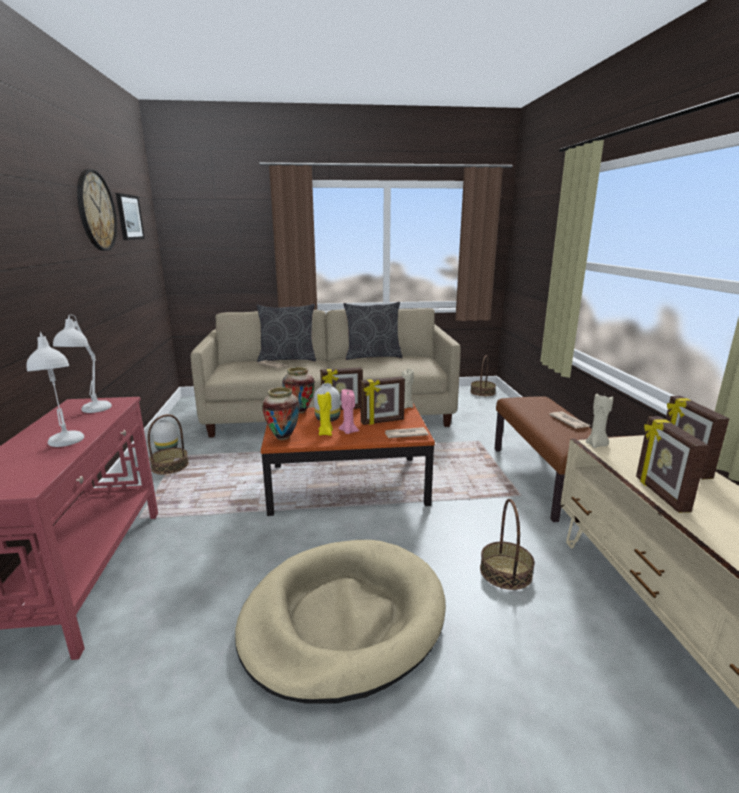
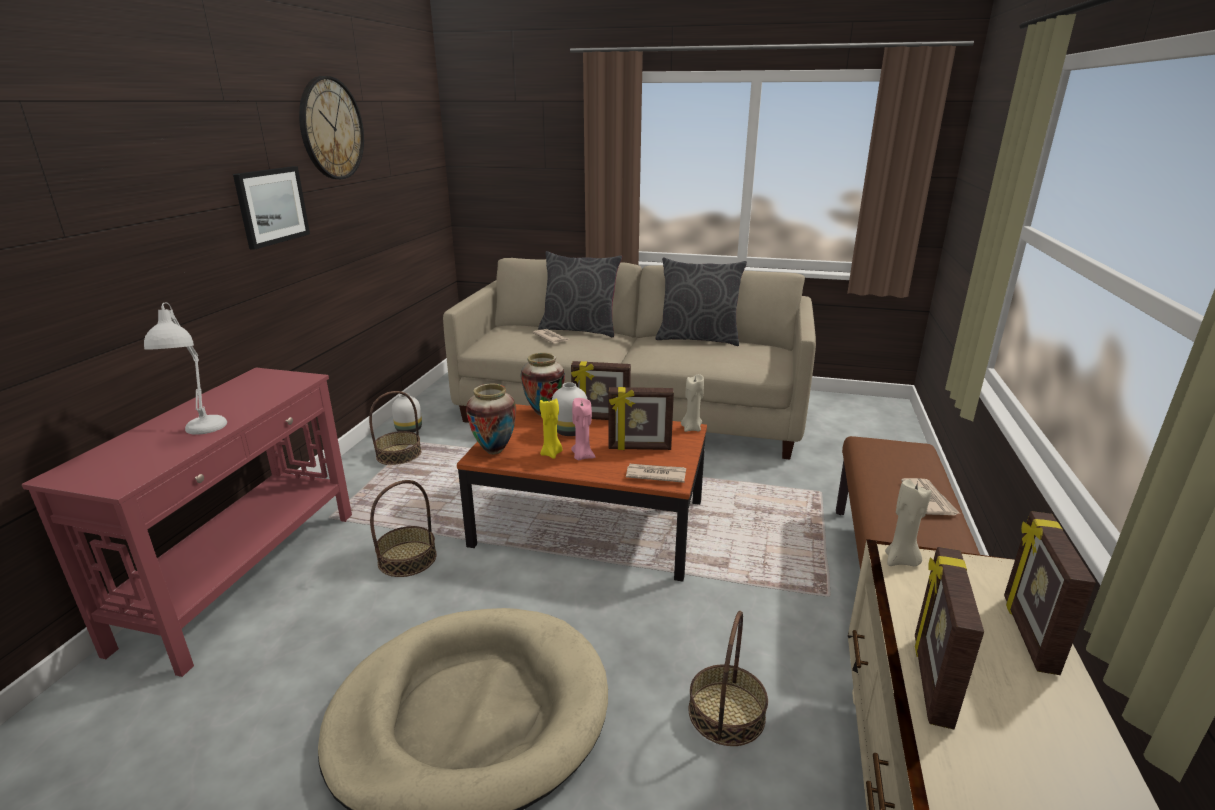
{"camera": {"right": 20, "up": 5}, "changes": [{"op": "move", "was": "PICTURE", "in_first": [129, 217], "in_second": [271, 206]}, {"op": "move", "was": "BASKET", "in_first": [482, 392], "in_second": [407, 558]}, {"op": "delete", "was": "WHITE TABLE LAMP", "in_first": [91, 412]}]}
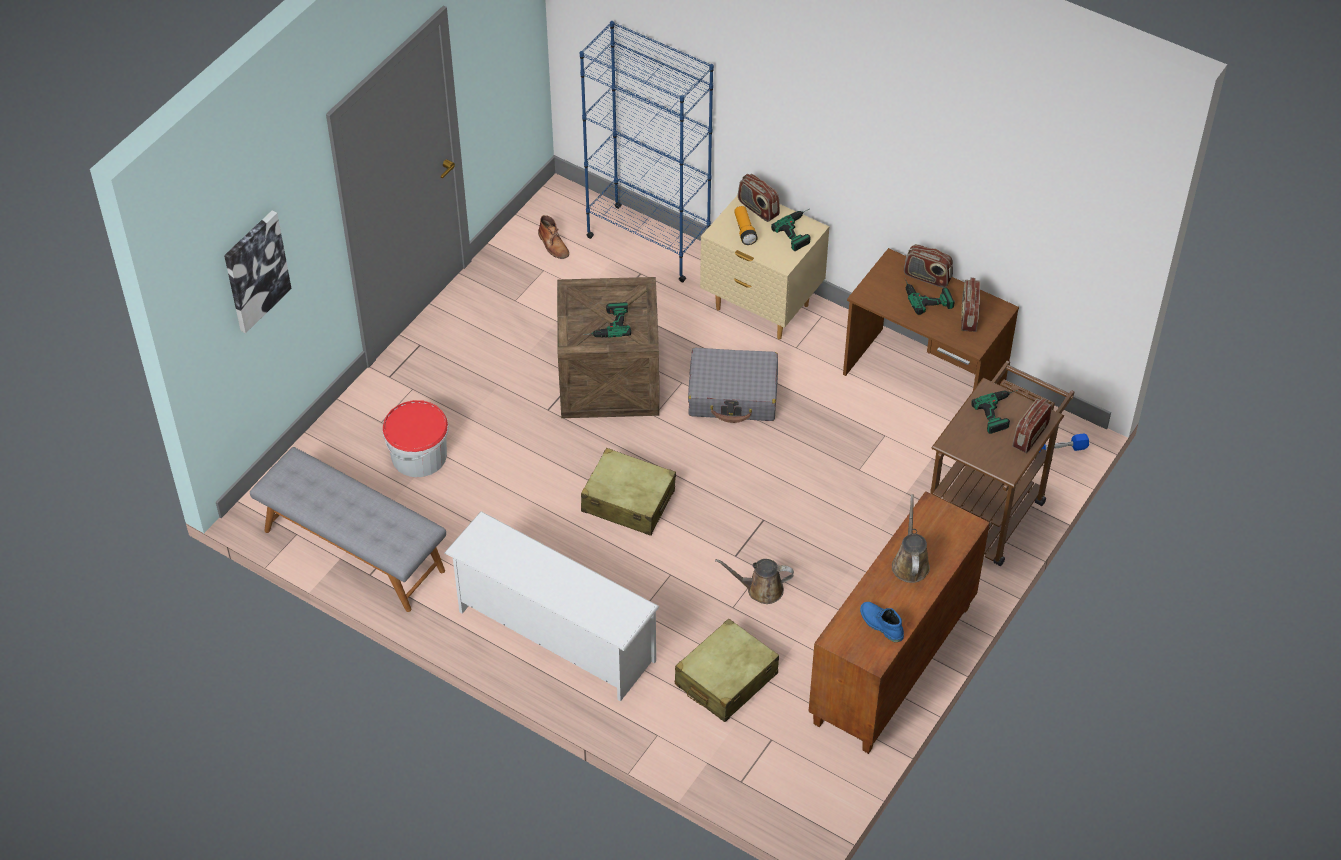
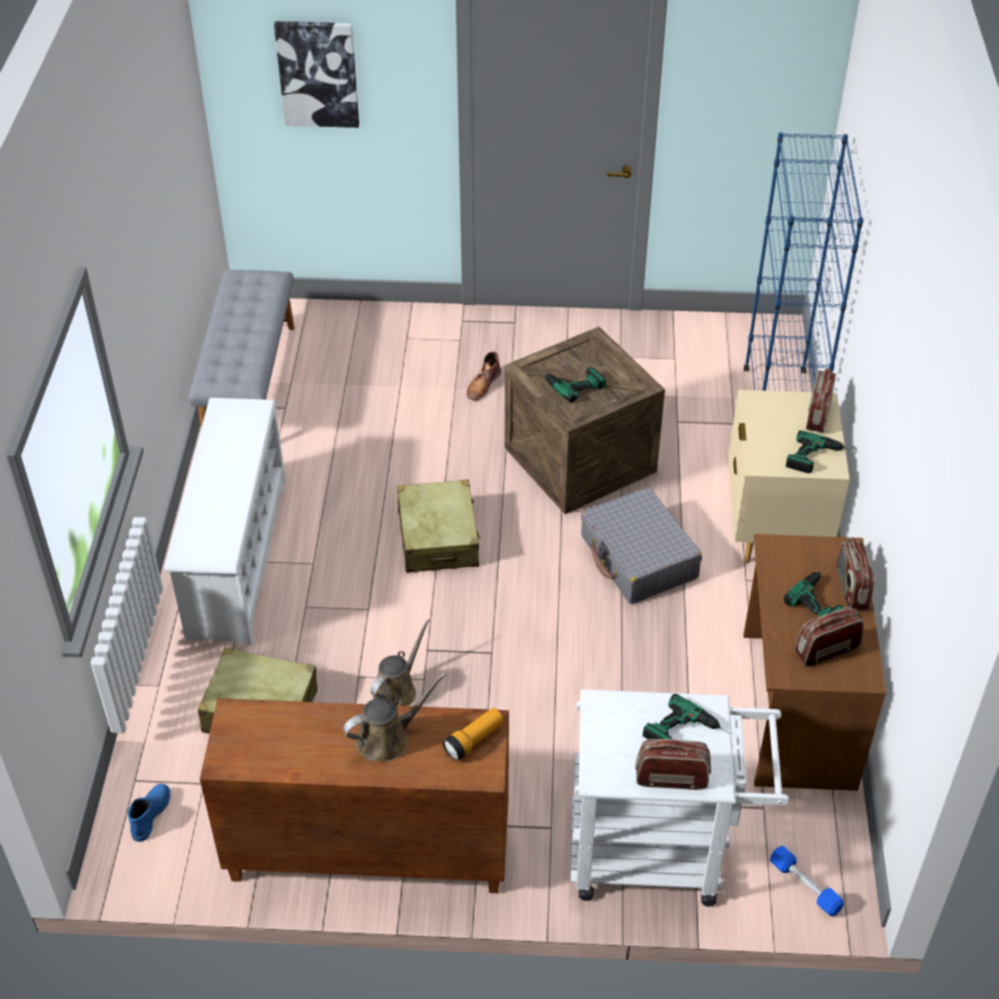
{"camera": {"right": 60, "up": -5}, "changes": [{"op": "move", "was": "BLUE BOOT", "in_first": [880, 625], "in_second": [150, 814]}, {"op": "rotate", "was": "BROWN WATERING CAN", "in_first": [761, 589], "in_second": [397, 690], "clockwise": 60}, {"op": "move", "was": "FLASHLIGHT", "in_first": [744, 230], "in_second": [474, 740]}, {"op": "move", "was": "BROWN BOOT", "in_first": [553, 244], "in_second": [483, 385]}, {"op": "recolor", "was": "BROWN CART", "now": "WHITE CART", "in_first": [990, 508], "in_second": [661, 852]}, {"op": "delete", "was": "BUCKET", "in_first": [419, 455]}]}
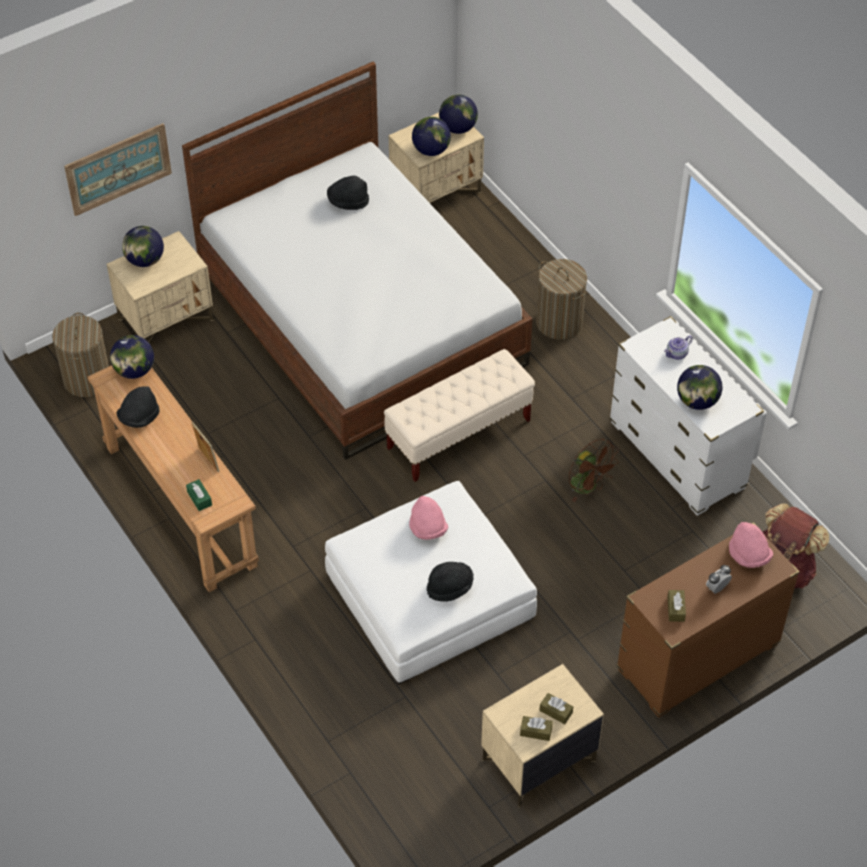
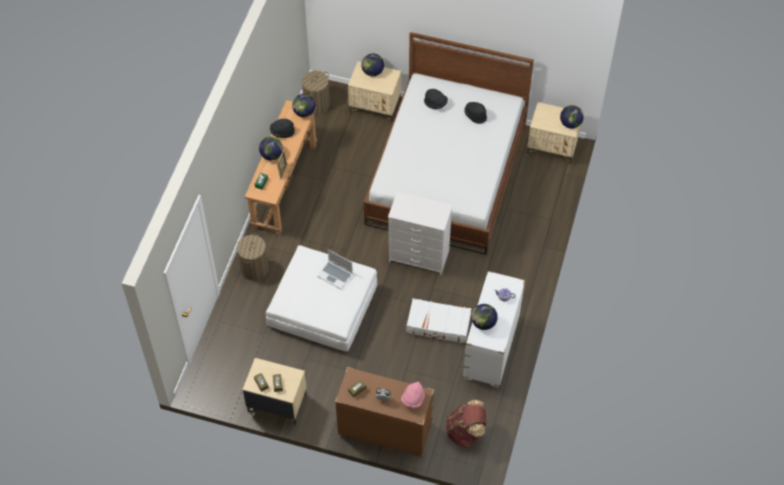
{"camera": {"right": 50, "up": 5}, "changes": [{"op": "move", "was": "LAUNDRY BASKET", "in_first": [559, 322], "in_second": [254, 269]}, {"op": "move", "was": "GLOBE", "in_first": [431, 150], "in_second": [271, 155]}, {"op": "replace", "was": "PINK HAT", "now": "LAPTOP", "in_first": [428, 528], "in_second": [335, 275]}, {"op": "replace", "was": "BEIGE BENCH", "now": "WHITE DRESSER", "in_first": [459, 434], "in_second": [419, 256]}, {"op": "replace", "was": "BROWN FAN", "now": "WHITE SUITCASE", "in_first": [588, 487], "in_second": [438, 325]}, {"op": "move", "was": "BLACK HAT", "in_first": [450, 587], "in_second": [435, 103]}, {"op": "delete", "was": "PICTURE", "in_first": [118, 168]}]}
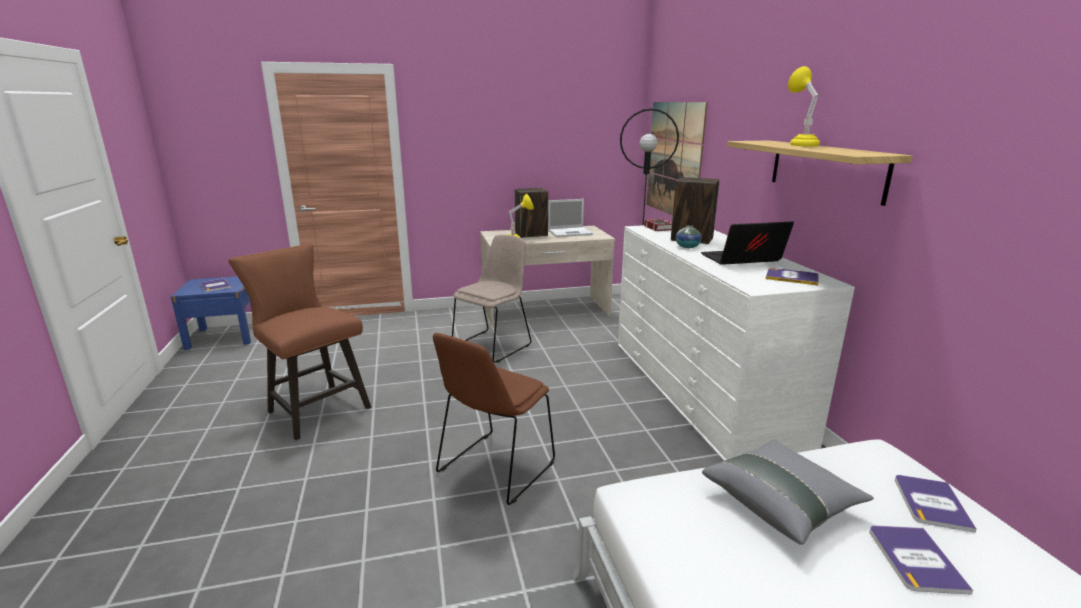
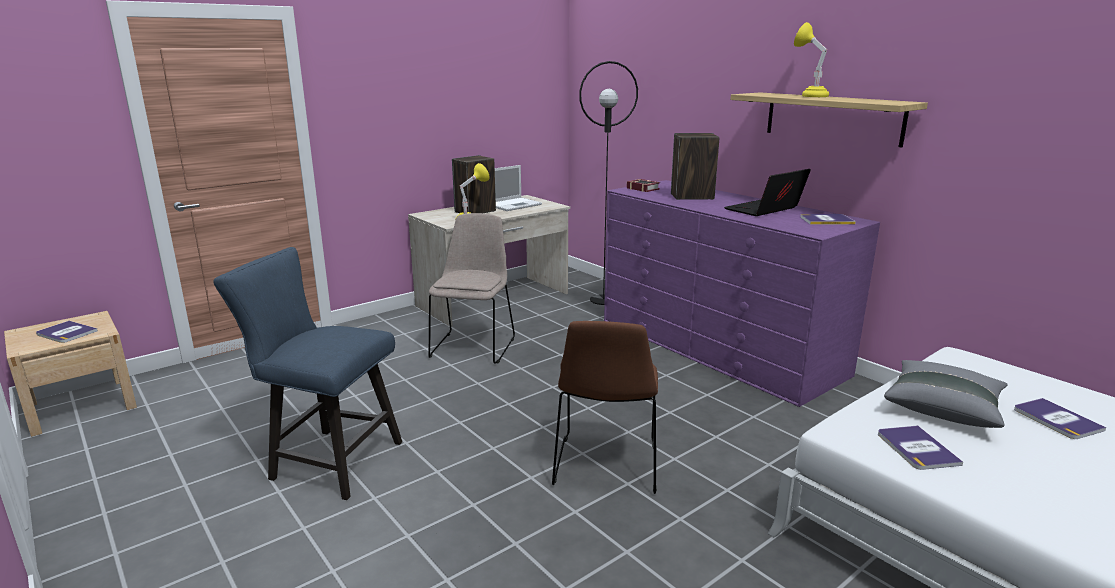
{"camera": {"right": -25, "up": 0}, "changes": [{"op": "recolor", "was": "BLUE NIGHTSTAND", "now": "BEIGE NIGHTSTAND", "in_first": [224, 336], "in_second": [81, 406]}, {"op": "recolor", "was": "BROWN CHAIR", "now": "BLUE CHAIR", "in_first": [314, 408], "in_second": [328, 460]}, {"op": "recolor", "was": "WHITE DRESSER", "now": "PURPLE DRESSER", "in_first": [701, 388], "in_second": [717, 346]}, {"op": "move", "was": "BOOK", "in_first": [931, 503], "in_second": [917, 448]}, {"op": "delete", "was": "PICTURE", "in_first": [674, 159]}, {"op": "delete", "was": "VASE", "in_first": [687, 247]}]}
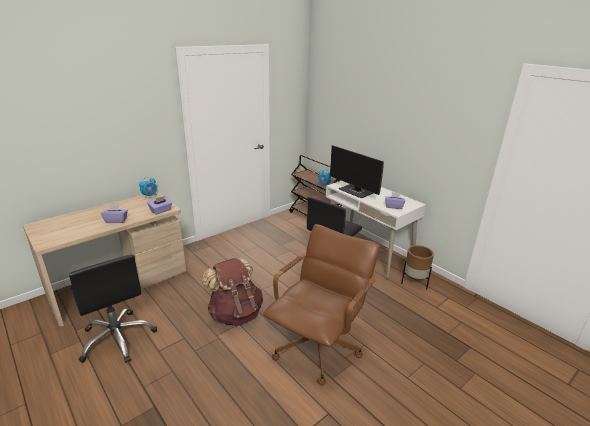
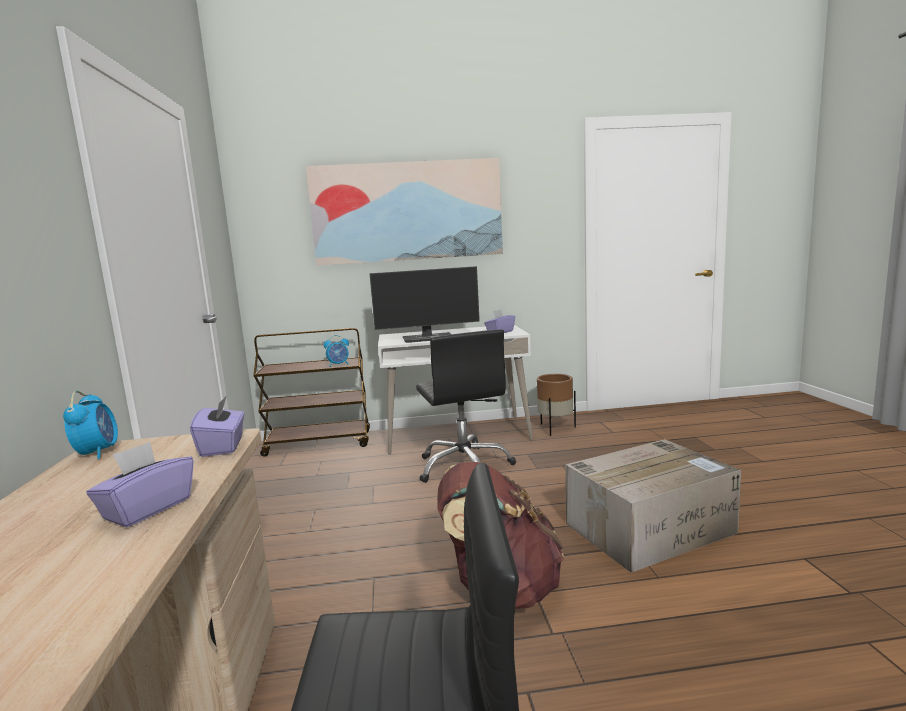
{"camera": {"right": -55, "up": -15}, "changes": [{"op": "insert", "now": "PICTURE", "in_second": [407, 211]}, {"op": "replace", "was": "BROWN OFFICE CHAIR", "now": "CARDBOARD BOX", "in_first": [318, 347], "in_second": [650, 527]}]}
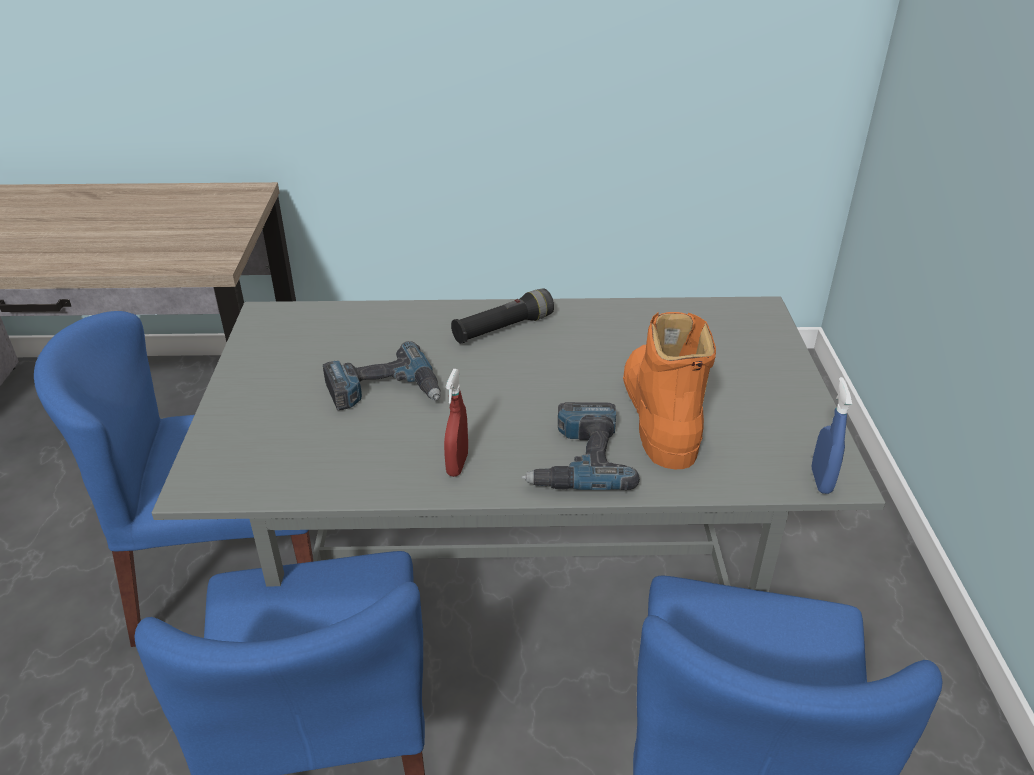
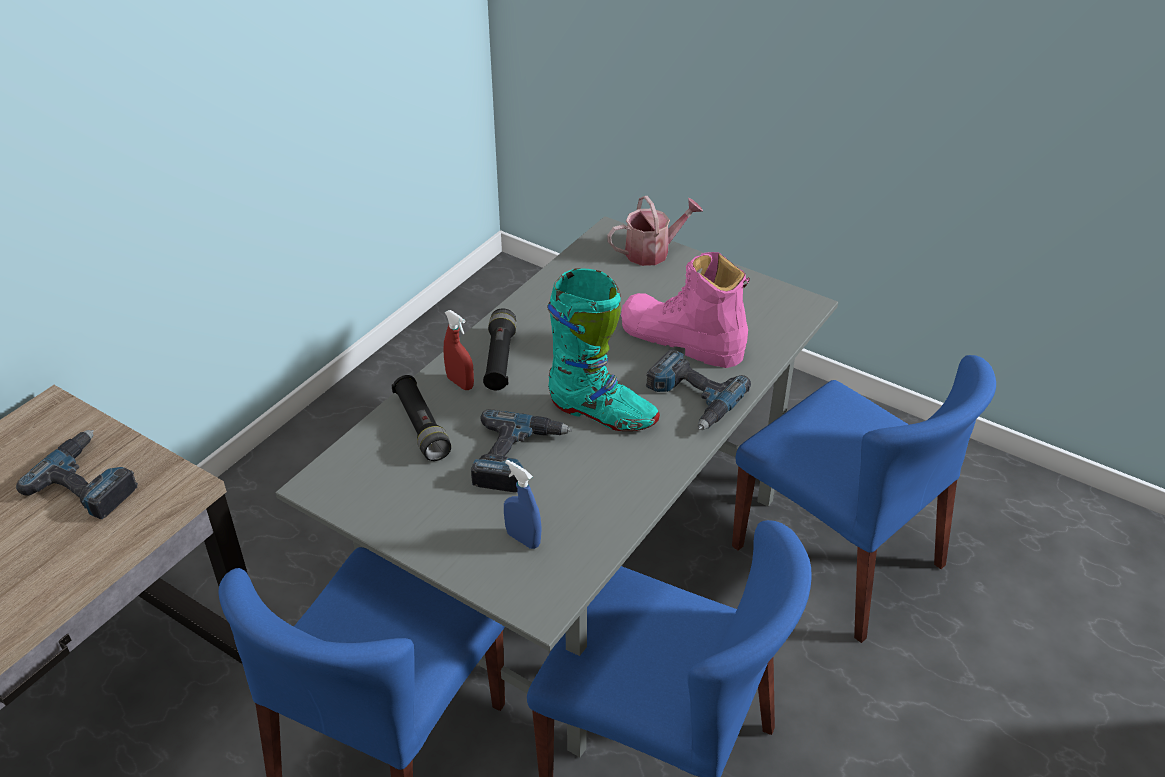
{"camera": {"right": -55, "up": 5}, "changes": [{"op": "insert", "now": "POWER DRILL", "in_second": [89, 481]}, {"op": "insert", "now": "BLACK FLASHLIGHT", "in_second": [422, 427]}, {"op": "move", "was": "RED SPRAY BOTTLE", "in_first": [457, 464], "in_second": [460, 383]}, {"op": "move", "was": "BLUE SPRAY BOTTLE", "in_first": [821, 480], "in_second": [523, 539]}, {"op": "insert", "now": "TURQUOISE BOOT", "in_second": [602, 413]}, {"op": "insert", "now": "WATERING CAN", "in_second": [653, 251]}, {"op": "recolor", "was": "ORANGE BOOT", "now": "PINK BOOT", "in_first": [660, 415], "in_second": [681, 340]}]}
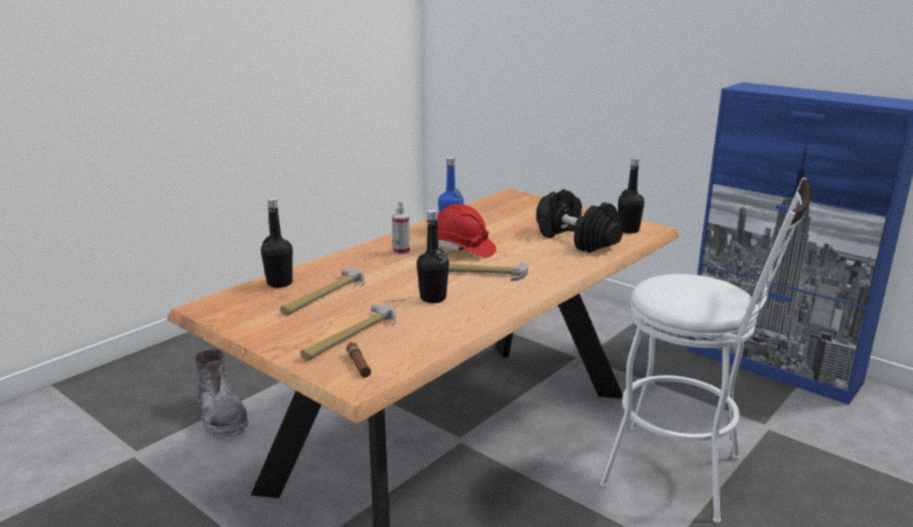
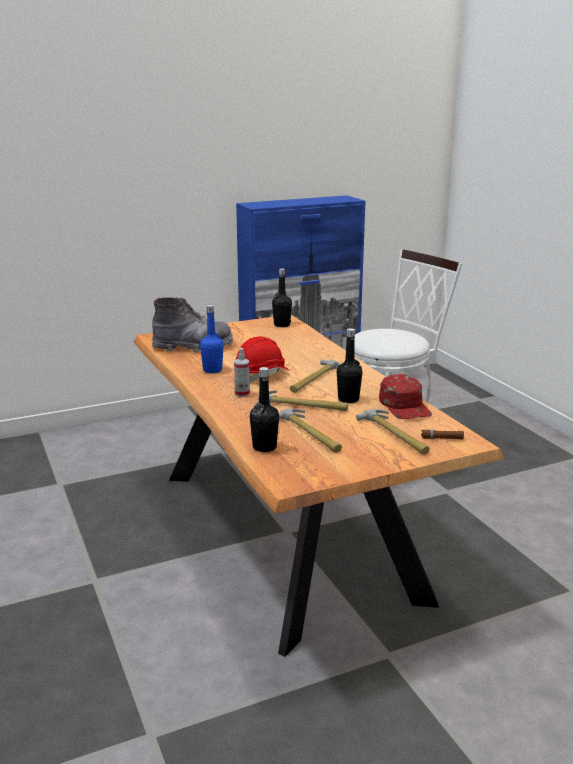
{"camera": {"right": -65, "up": 0}, "changes": [{"op": "move", "was": "GREY BOOT", "in_first": [222, 416], "in_second": [193, 347]}, {"op": "insert", "now": "HAMMER", "in_second": [302, 406]}, {"op": "insert", "now": "RED CAP", "in_second": [405, 406]}, {"op": "delete", "was": "BLACK DUMBBELL", "in_first": [576, 239]}]}
